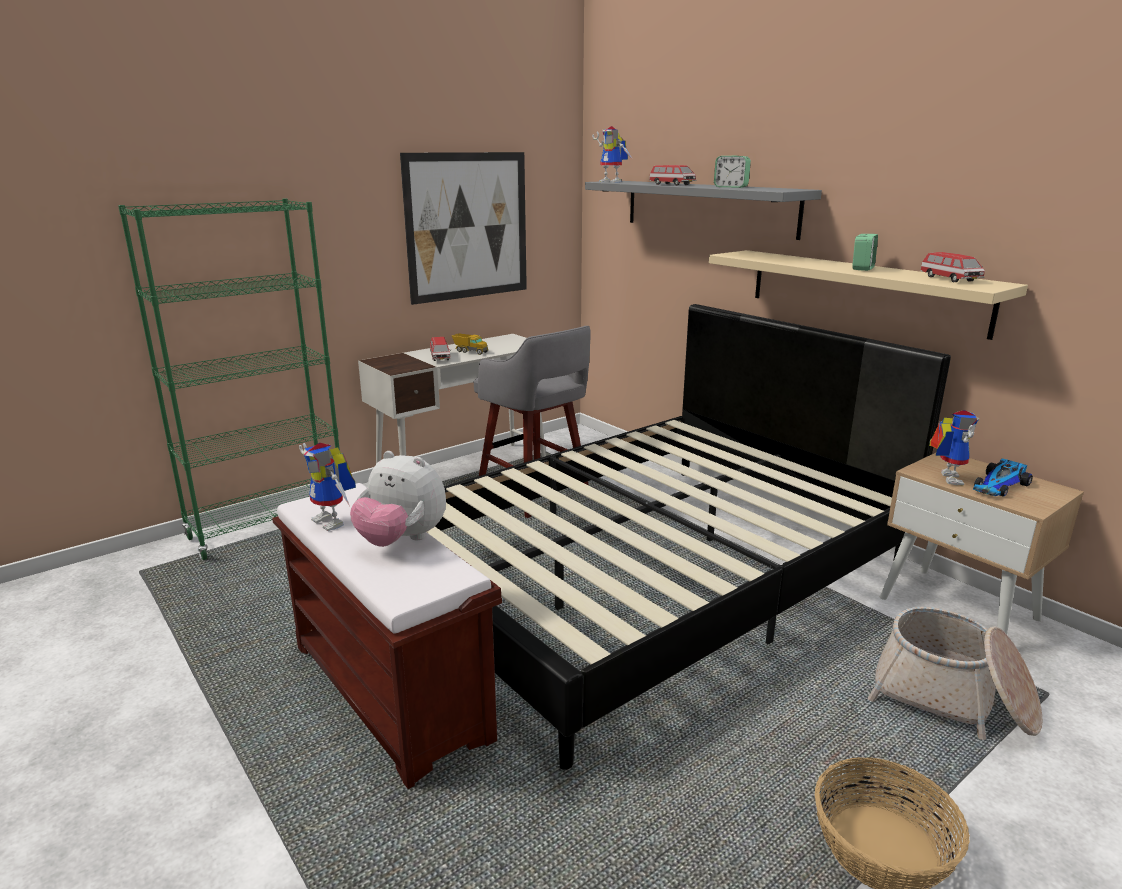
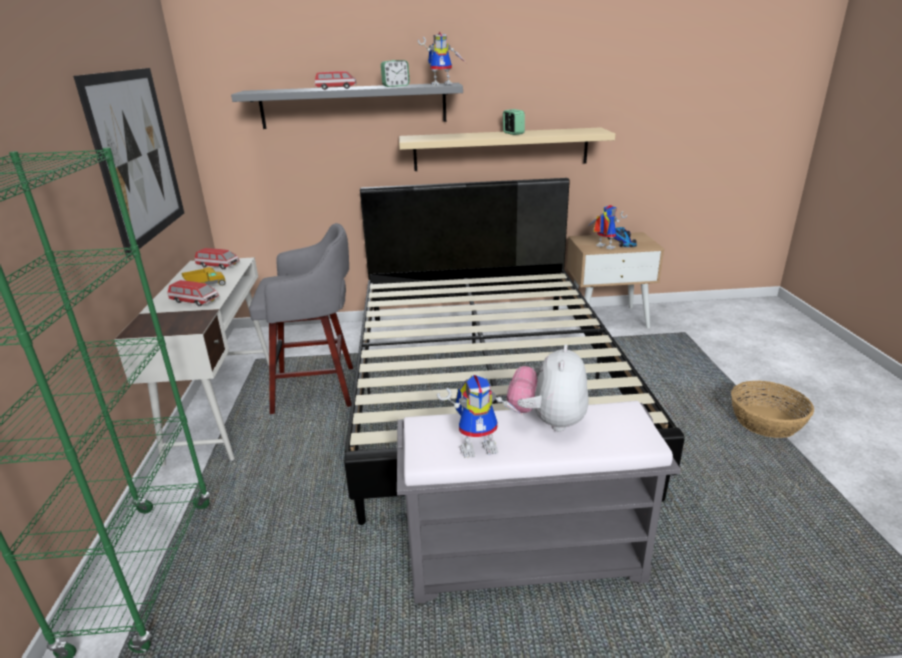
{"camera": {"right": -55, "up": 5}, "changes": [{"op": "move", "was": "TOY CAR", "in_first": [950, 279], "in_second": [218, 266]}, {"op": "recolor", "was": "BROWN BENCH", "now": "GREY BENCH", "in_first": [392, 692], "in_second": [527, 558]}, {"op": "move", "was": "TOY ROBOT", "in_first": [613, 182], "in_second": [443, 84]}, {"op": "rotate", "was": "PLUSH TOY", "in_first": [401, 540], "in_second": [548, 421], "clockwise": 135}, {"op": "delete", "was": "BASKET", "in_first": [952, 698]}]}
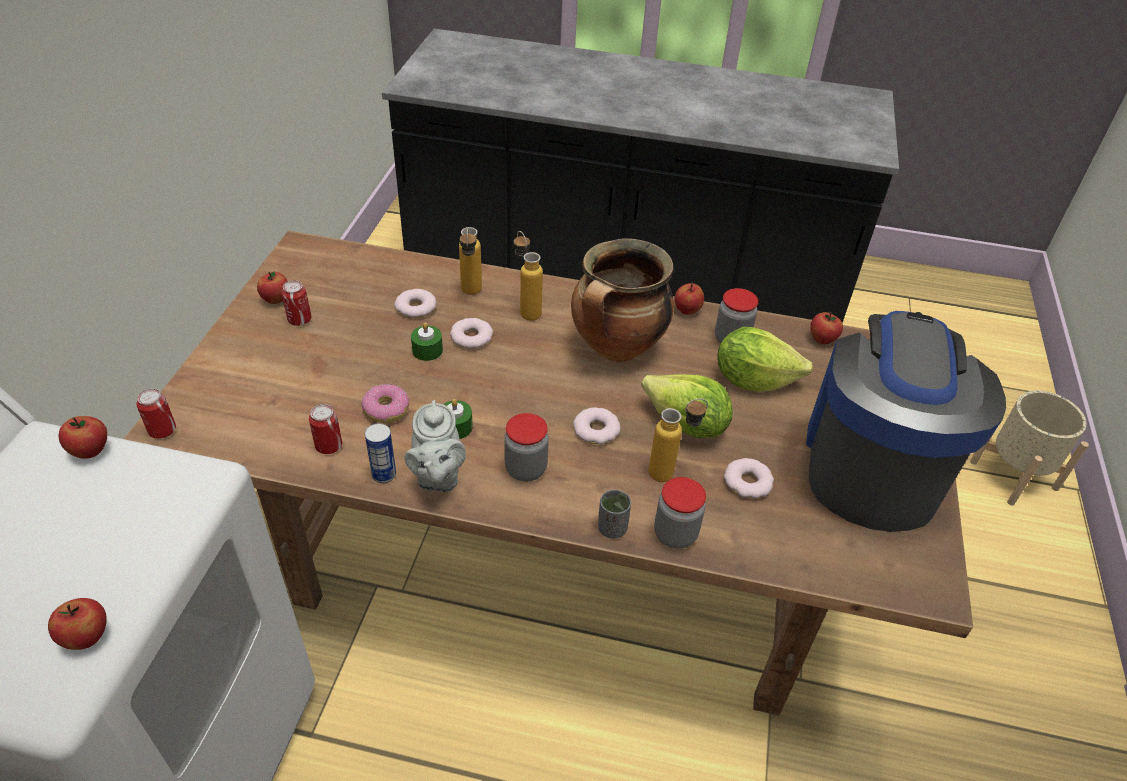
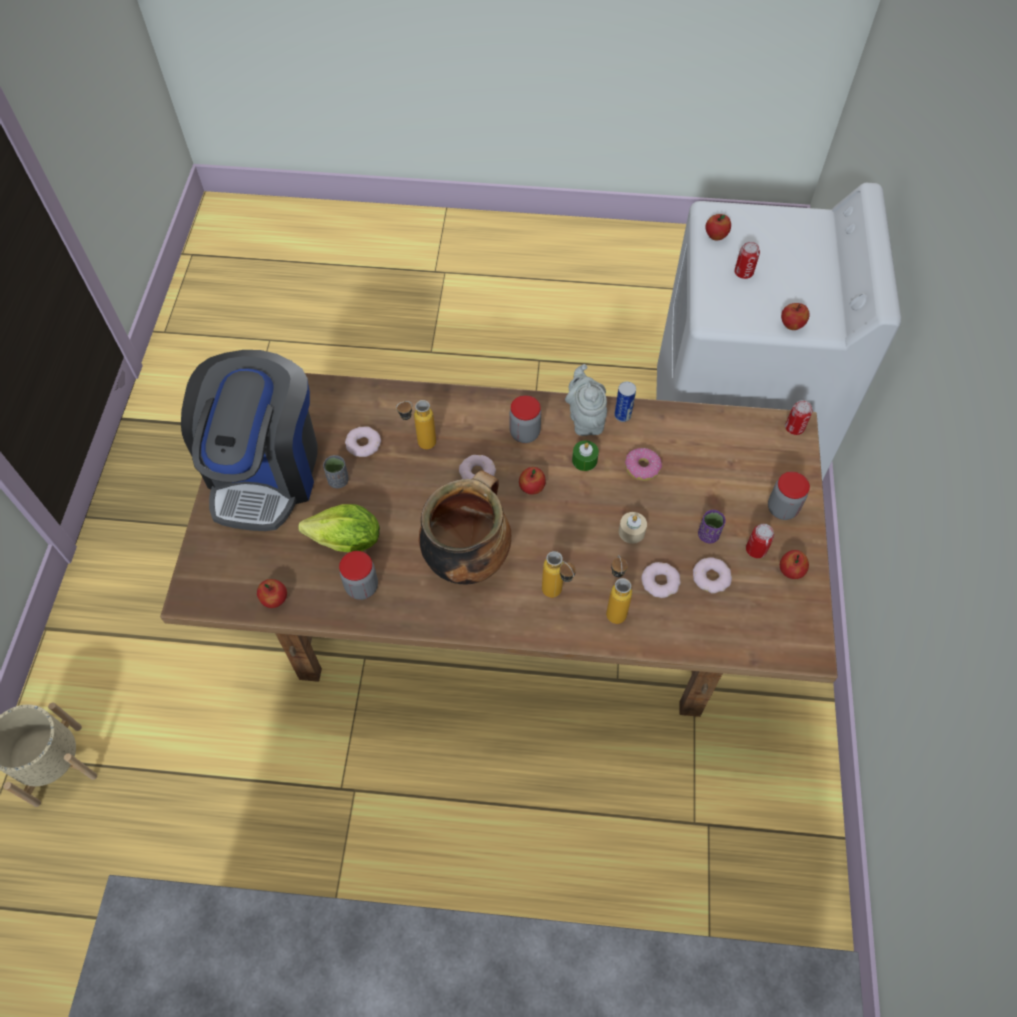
{"camera": {"right": 175, "up": 15}, "changes": [{"op": "move", "was": "GREY CUP", "in_first": [612, 528], "in_second": [338, 480]}, {"op": "move", "was": "APPLE", "in_first": [687, 310], "in_second": [531, 488]}, {"op": "recolor", "was": "GREEN CANDLE", "now": "BEIGE CANDLE", "in_first": [427, 350], "in_second": [631, 532]}, {"op": "move", "was": "DONUT", "in_first": [471, 337], "in_second": [711, 577]}, {"op": "insert", "now": "PURPLE CUP", "in_second": [708, 535]}, {"op": "move", "was": "CAN", "in_first": [329, 446], "in_second": [743, 273]}, {"op": "move", "was": "JAR", "in_first": [675, 534], "in_second": [782, 508]}, {"op": "delete", "was": "LETTUCE", "in_first": [686, 425]}]}
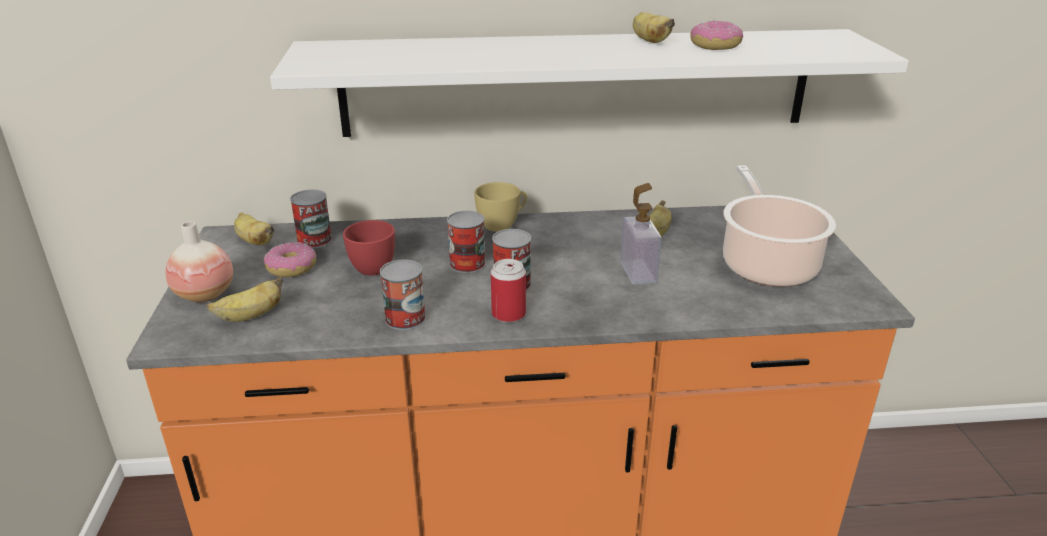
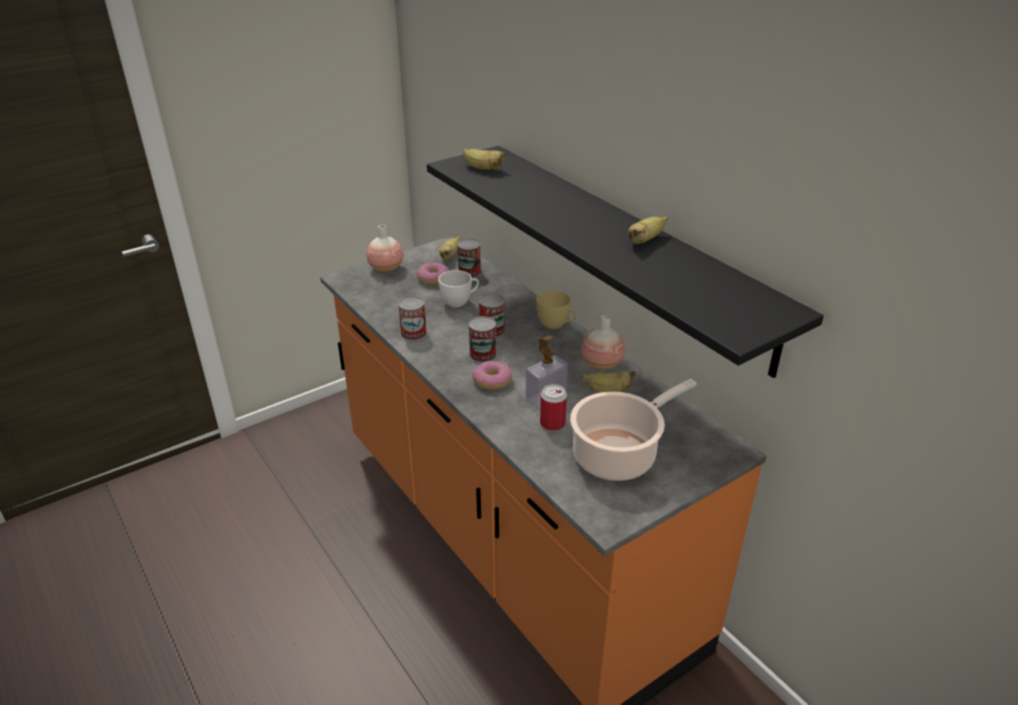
{"camera": {"right": 60, "up": 5}, "changes": [{"op": "recolor", "was": "WHITE SHELF", "now": "BLACK SHELF", "in_first": [577, 83], "in_second": [627, 250]}, {"op": "recolor", "was": "RED CUP", "now": "WHITE CUP", "in_first": [374, 265], "in_second": [460, 302]}, {"op": "move", "was": "BANANA", "in_first": [250, 316], "in_second": [482, 168]}, {"op": "move", "was": "DONUT", "in_first": [715, 45], "in_second": [492, 381]}, {"op": "move", "was": "CAN", "in_first": [508, 314], "in_second": [552, 423]}, {"op": "insert", "now": "VASE", "in_second": [601, 364]}]}
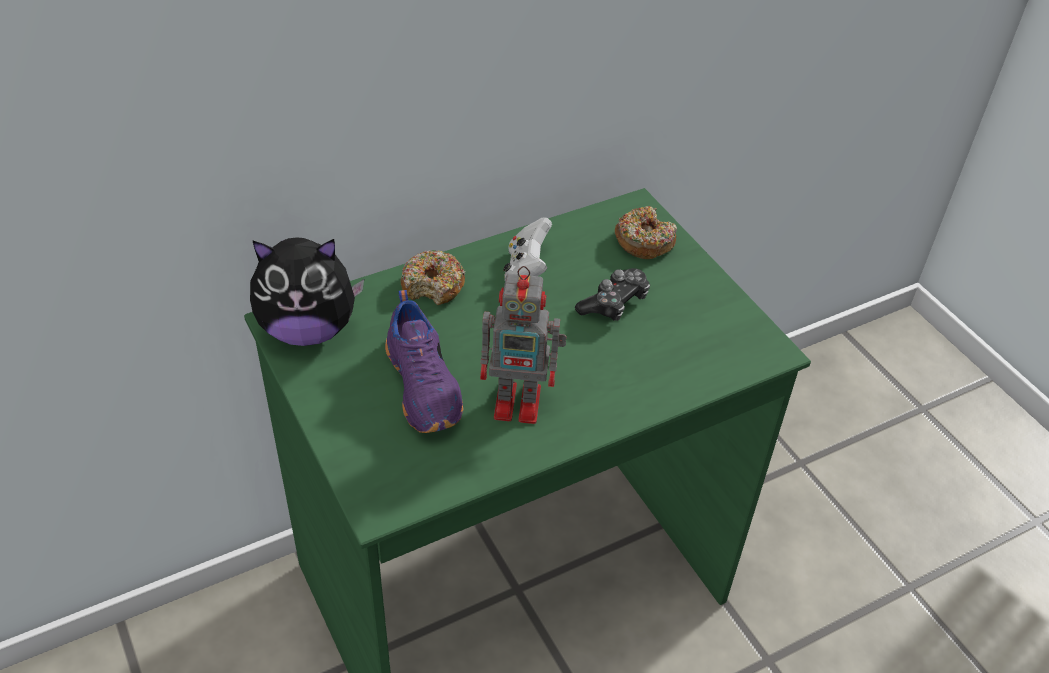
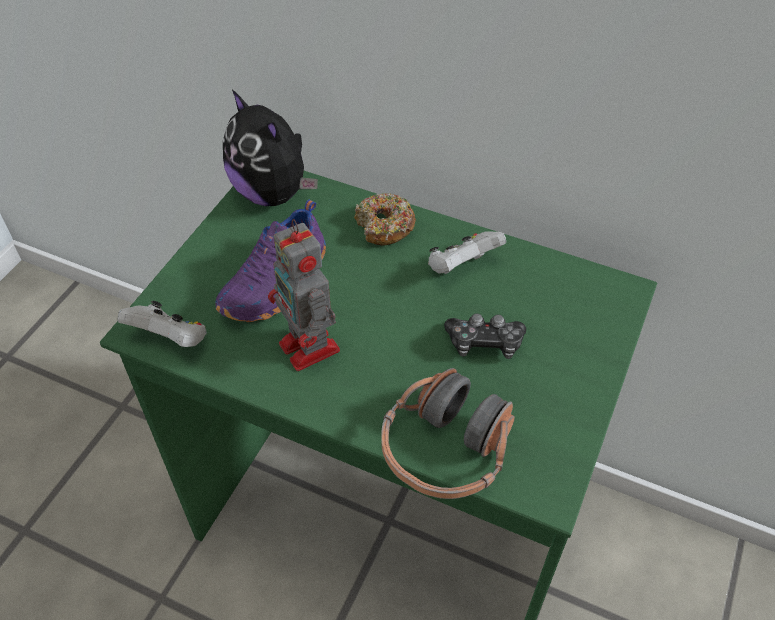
{"camera": {"right": 55, "up": 5}, "changes": [{"op": "insert", "now": "WHITE GAME CONTROLLER", "in_second": [170, 340]}, {"op": "insert", "now": "HEADPHONES", "in_second": [446, 449]}, {"op": "delete", "was": "DONUT", "in_first": [644, 241]}]}
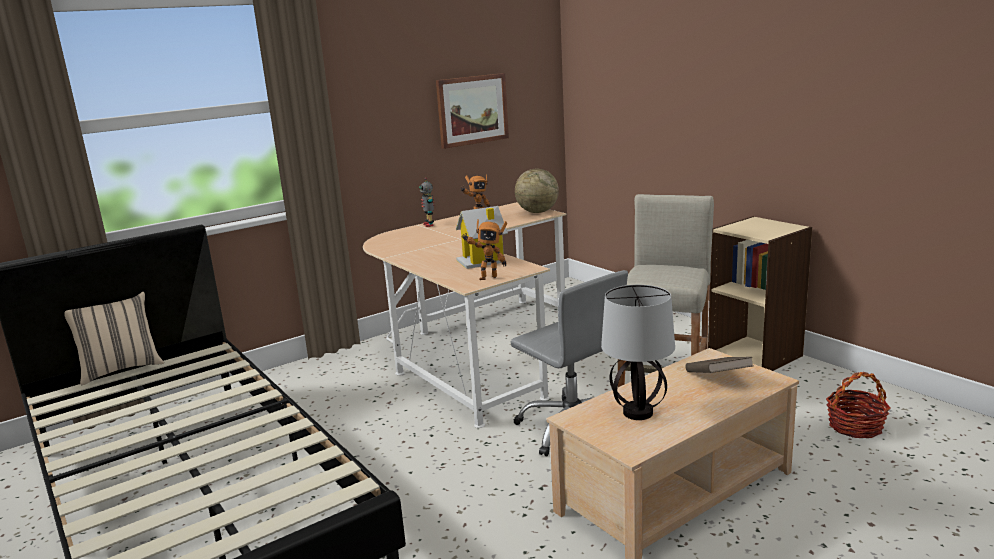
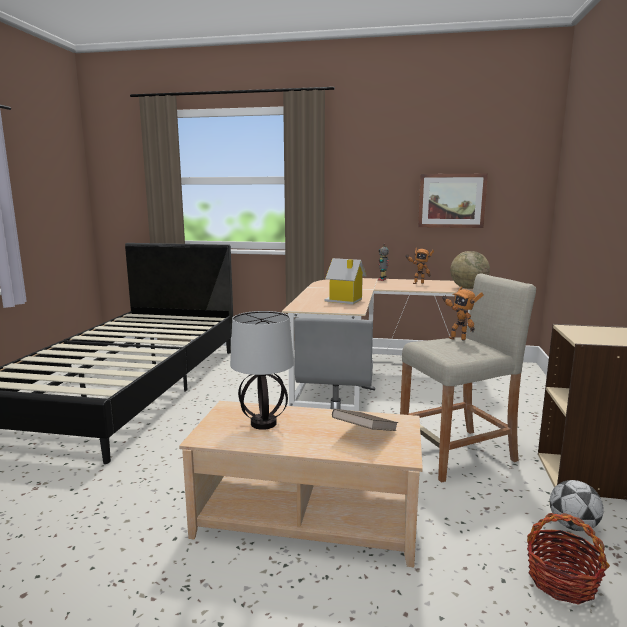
{"camera": {"right": 45, "up": -5}, "changes": [{"op": "move", "was": "TOY ROBOT", "in_first": [487, 277], "in_second": [457, 338]}, {"op": "insert", "now": "FOOTBALL", "in_second": [573, 526]}, {"op": "delete", "was": "BEIGE PILLOW", "in_first": [121, 369]}]}
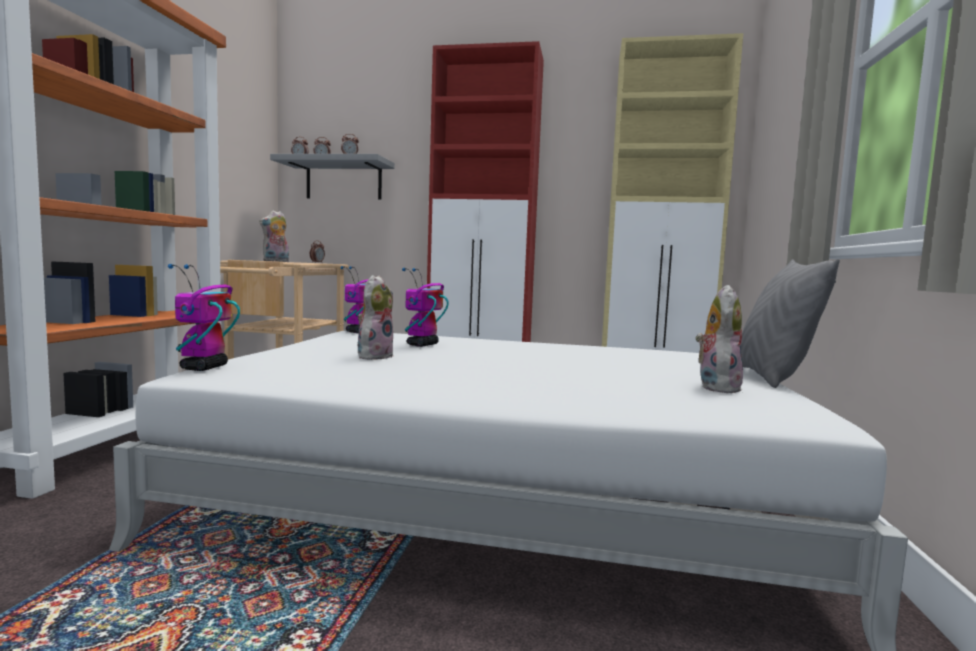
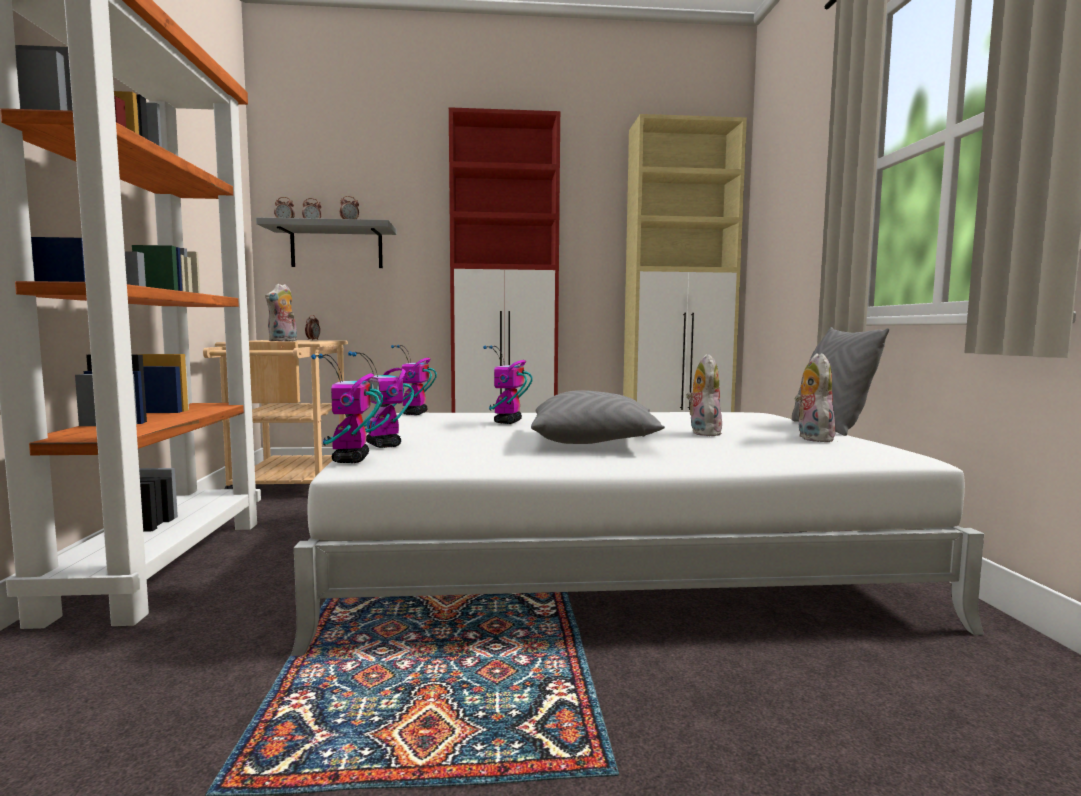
{"camera": {"right": -15, "up": 0}, "changes": [{"op": "insert", "now": "TOY ROBOT", "in_second": [383, 445]}, {"op": "insert", "now": "GREY PILLOW", "in_second": [594, 441]}, {"op": "move", "was": "PLUSH TOY", "in_first": [374, 356], "in_second": [702, 433]}]}
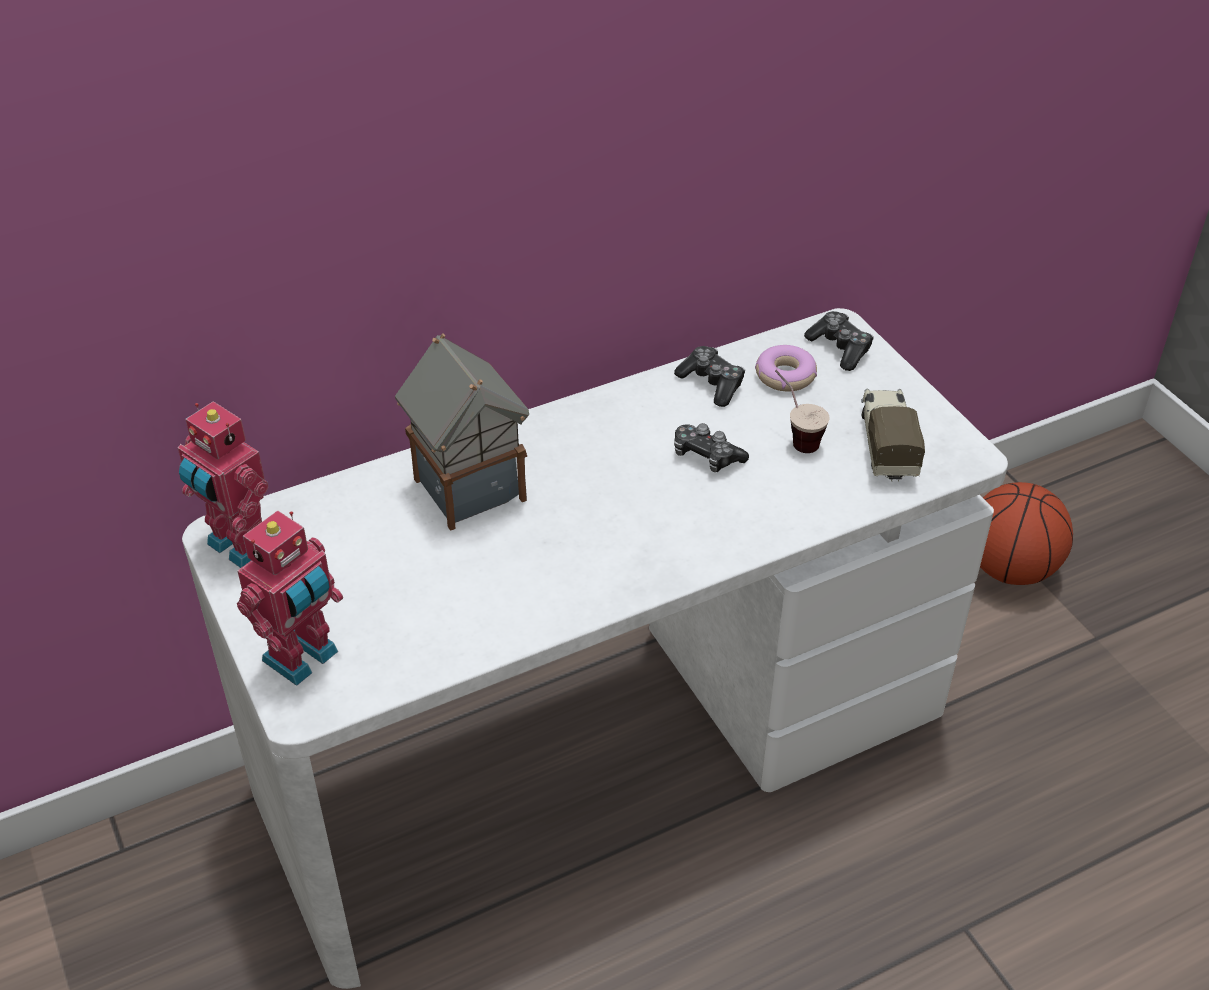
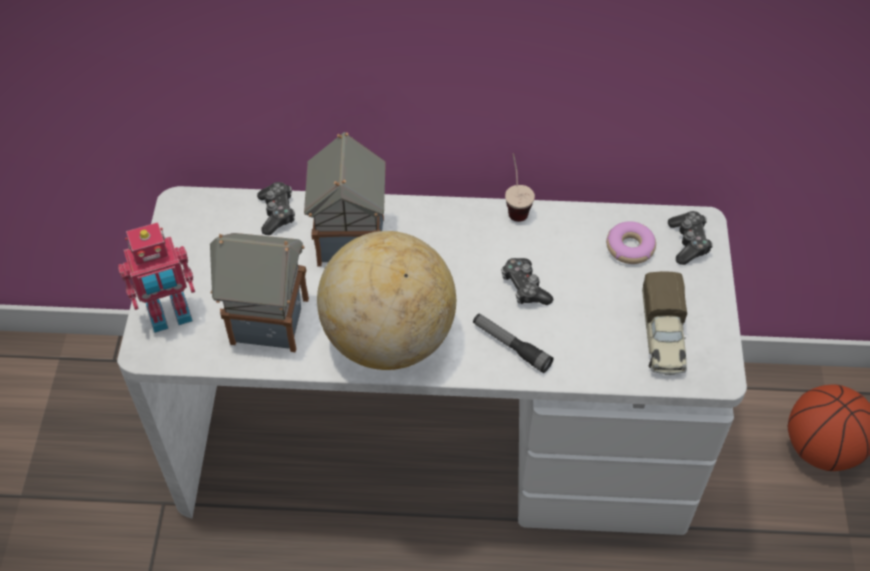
{"camera": {"right": 30, "up": 10}, "changes": [{"op": "insert", "now": "TOY HOUSE", "in_second": [267, 321]}, {"op": "move", "was": "GAME CONTROLLER", "in_first": [712, 383], "in_second": [277, 213]}, {"op": "insert", "now": "GLOBE", "in_second": [389, 338]}, {"op": "insert", "now": "FLASHLIGHT", "in_second": [511, 346]}, {"op": "move", "was": "CUP", "in_first": [794, 437], "in_second": [515, 205]}, {"op": "rotate", "was": "TOY TRUCK", "in_first": [887, 444], "in_second": [662, 337], "clockwise": 150}, {"op": "delete", "was": "TOY ROBOT", "in_first": [238, 546]}]}
